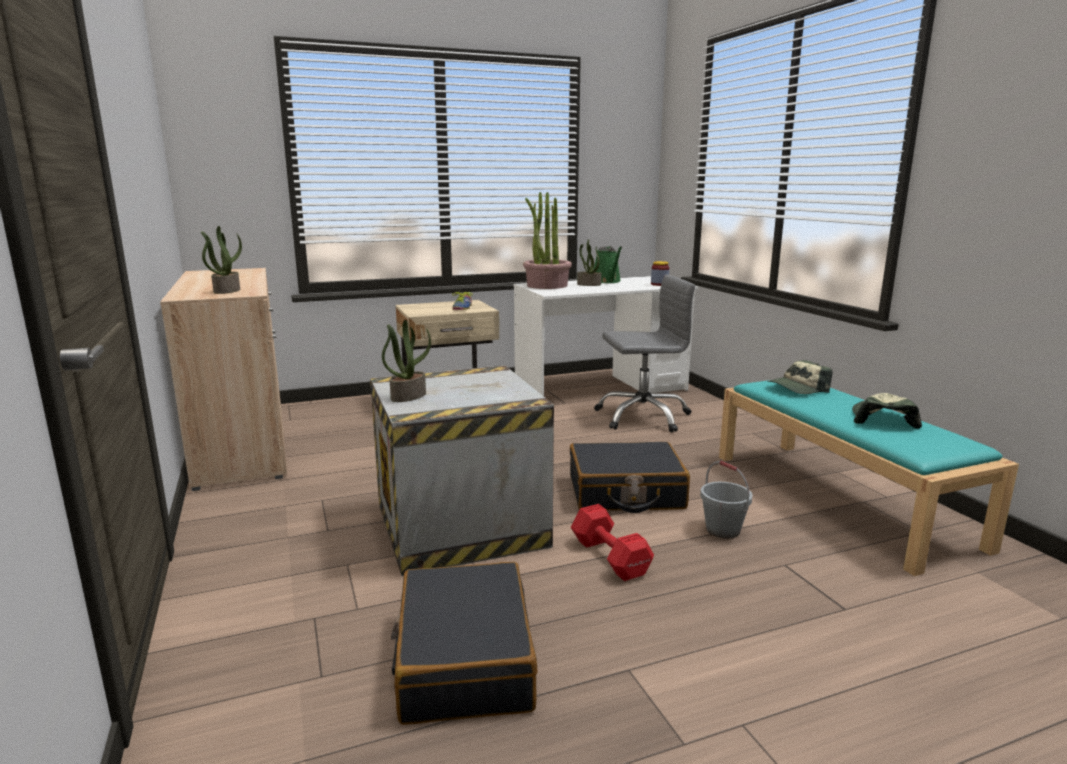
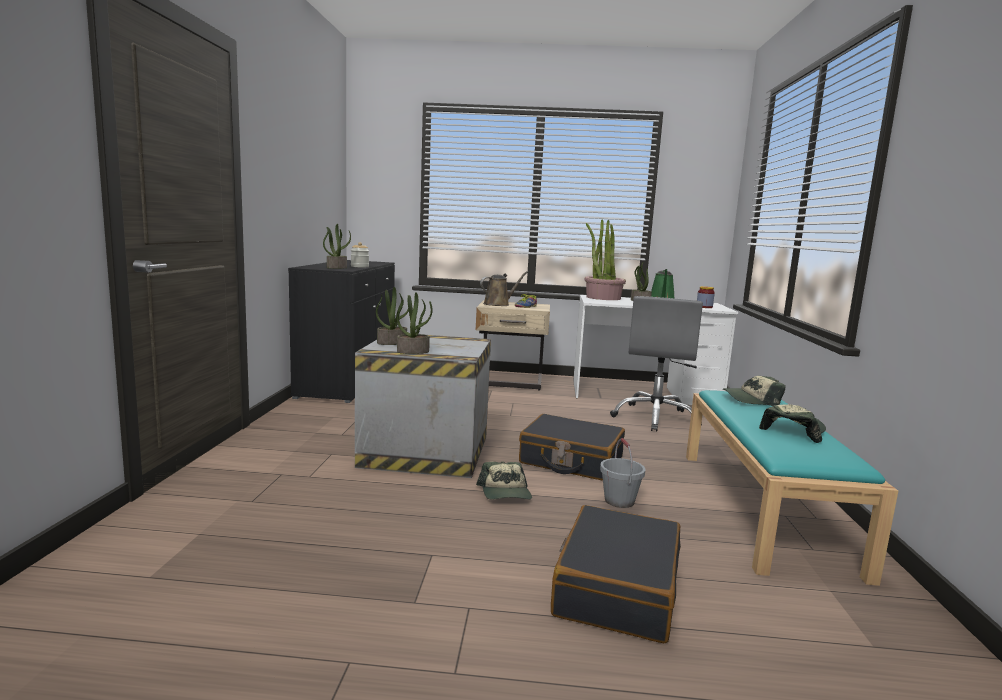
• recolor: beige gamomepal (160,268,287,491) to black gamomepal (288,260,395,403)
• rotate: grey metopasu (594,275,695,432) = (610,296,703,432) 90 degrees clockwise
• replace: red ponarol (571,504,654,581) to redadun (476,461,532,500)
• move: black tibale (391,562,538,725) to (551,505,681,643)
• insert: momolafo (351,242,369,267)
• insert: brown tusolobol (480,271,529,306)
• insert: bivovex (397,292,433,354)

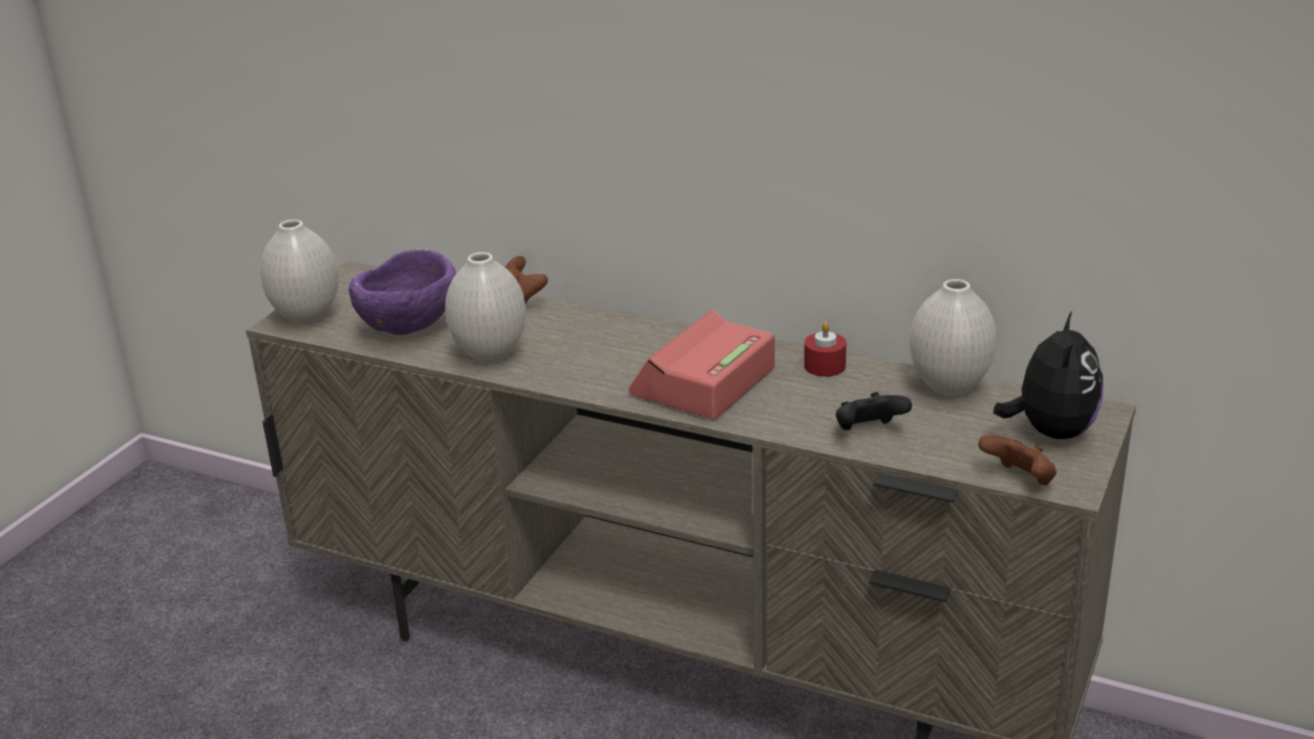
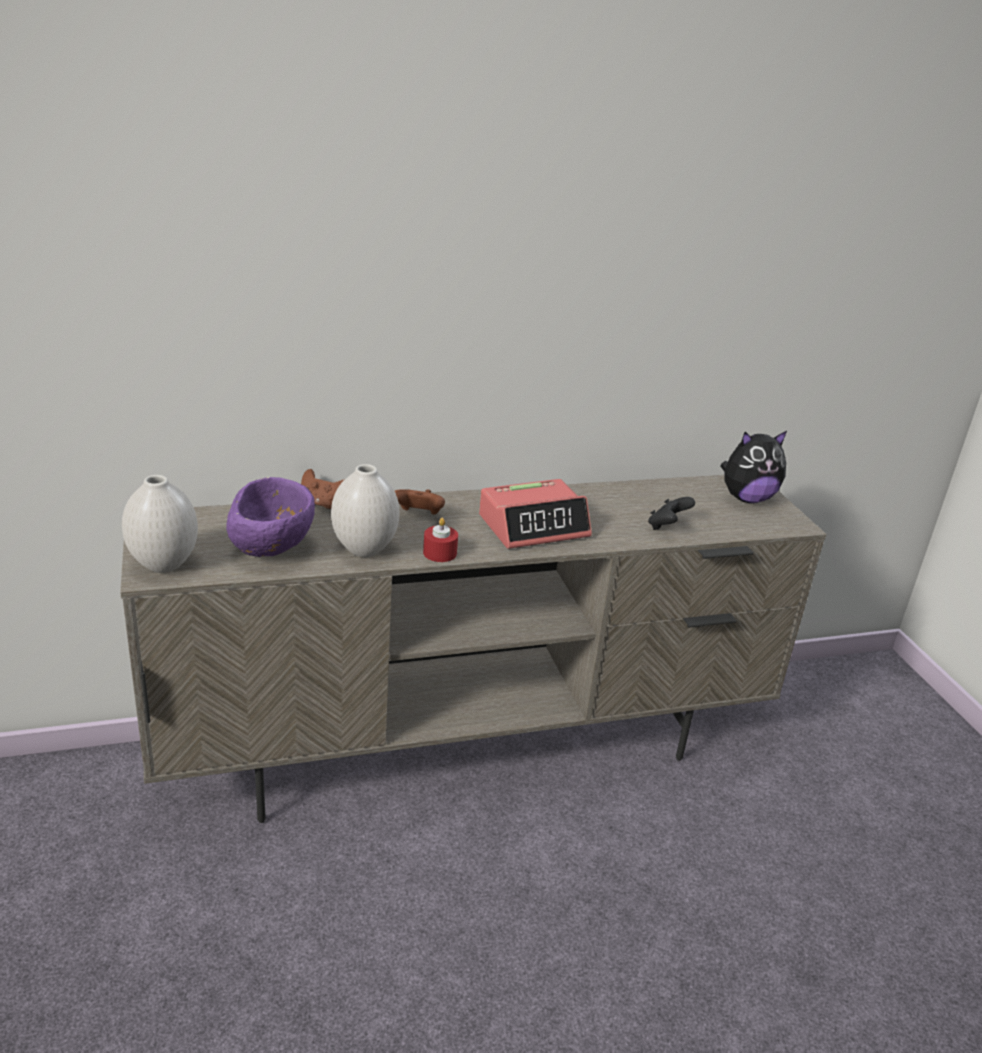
• delete: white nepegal (909,279,997,396)
• rotate: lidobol (629,309,775,419) = (479,479,592,549) 105 degrees counterclockwise
• rotate: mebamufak (993,311,1103,439) = (721,431,787,503) 105 degrees clockwise
• move: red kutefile (804,322,846,377) to (423,518,458,562)
• move: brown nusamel (978,434,1057,485) to (394,489,445,514)

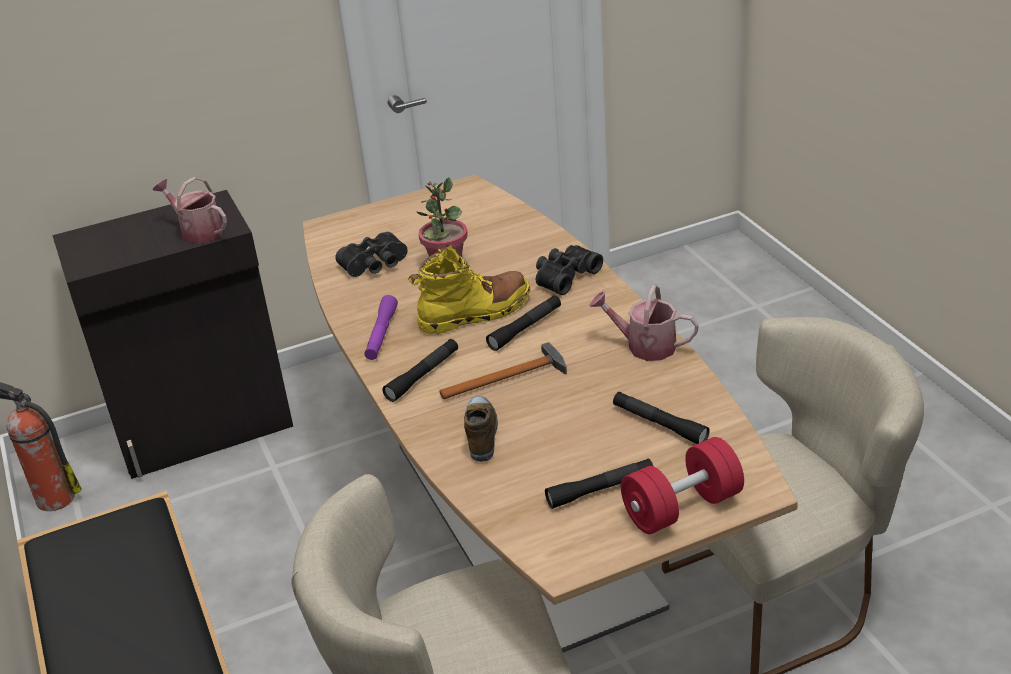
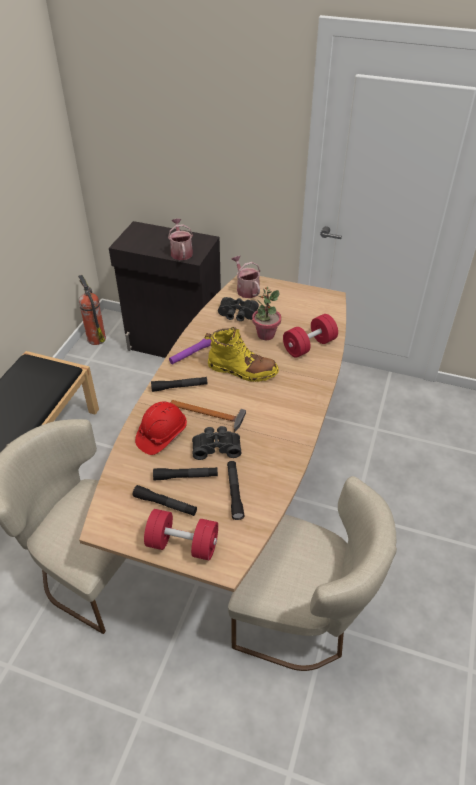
• move: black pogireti (536,245,603,295) to (192,426,241,460)
• move: tusolobol (589,285,699,361) to (232,256,260,298)
• move: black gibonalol (486,295,561,351) to (153,468,218,481)
• replace: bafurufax (464,396,498,462) to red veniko (135,402,187,455)
• insert: red ponarol (283,314,338,358)

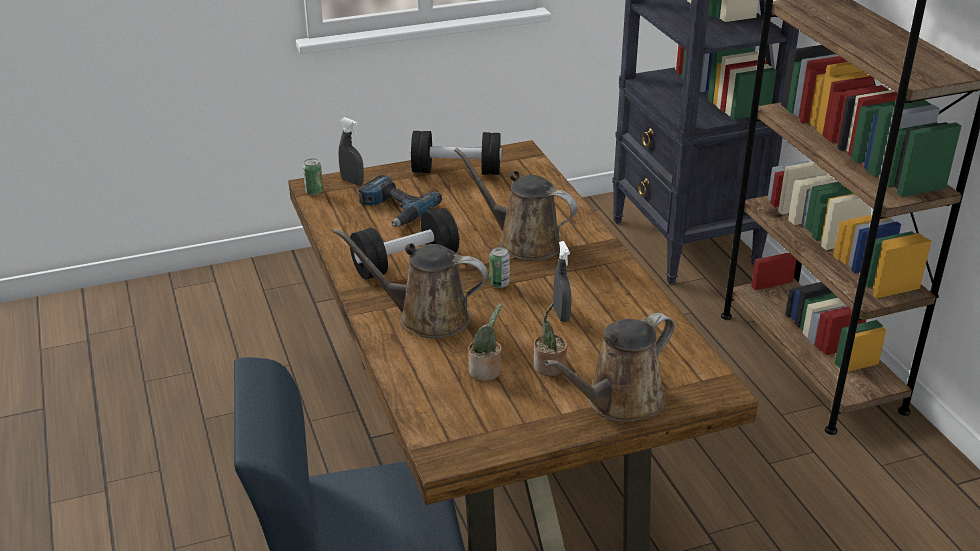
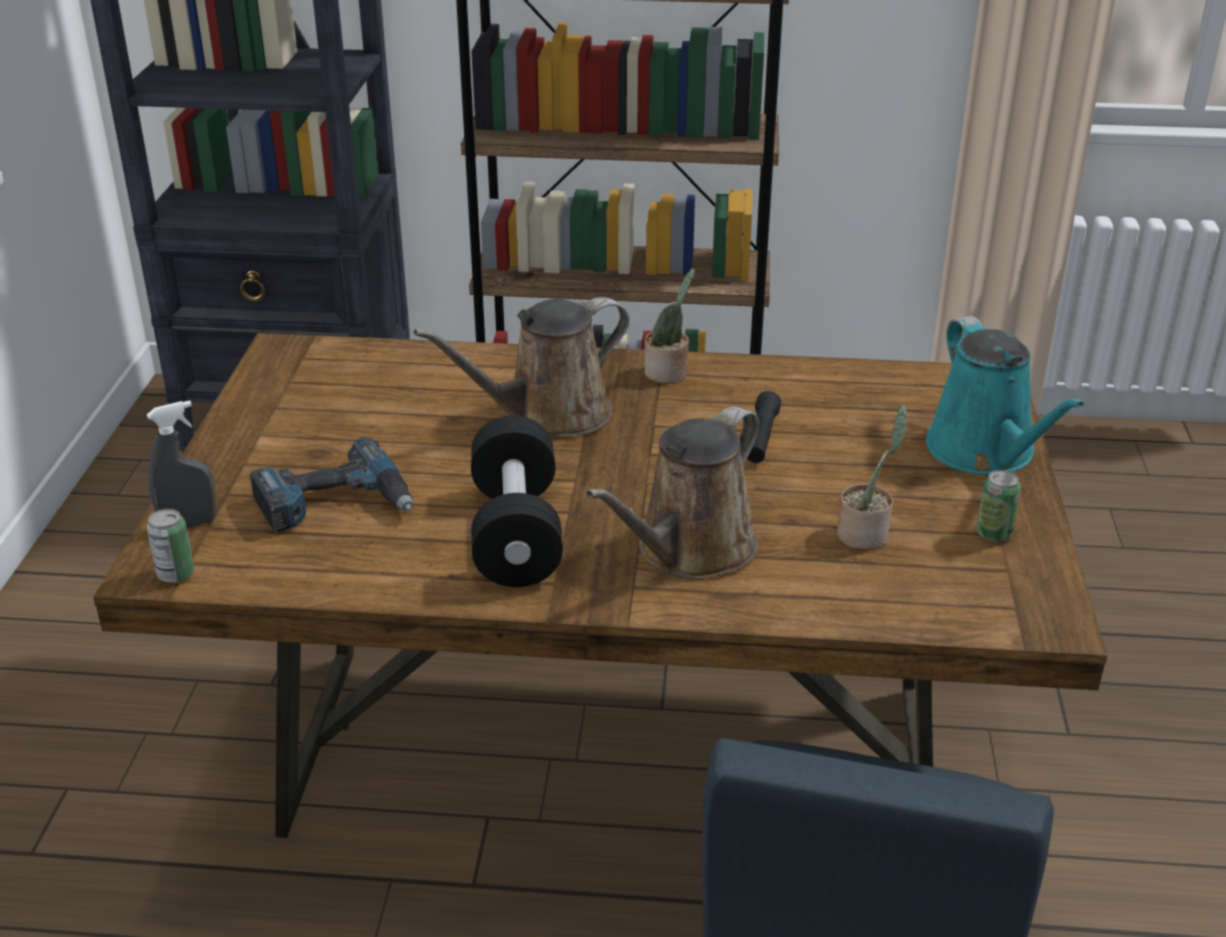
• delete: black ponarol (411,131,502,175)
• replace: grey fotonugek (553,241,572,322) to black gibonalol (747,391,781,463)
• move: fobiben (489,247,510,288) to (976,470,1021,542)
• move: bivovex (534,303,567,376) to (644,268,695,384)
• recolor: brown tusolobol (545,313,675,422) to turquoise tusolobol (926,316,1085,475)

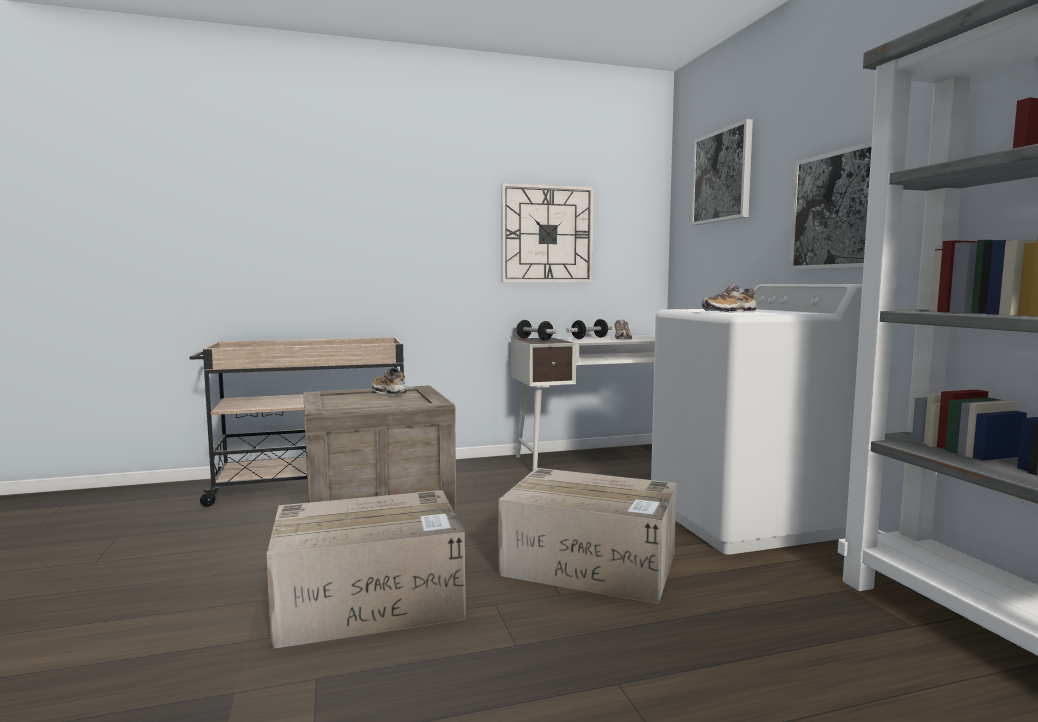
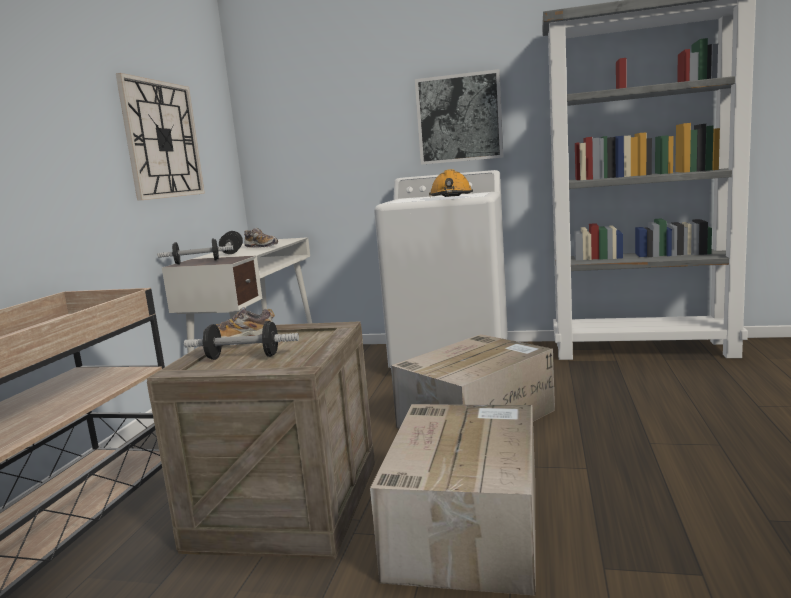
• delete: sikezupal (691,119,753,225)
• replace: bafurufax (702,284,757,313) to orange veniko (429,169,473,197)
• insert: ponarol (184,321,299,360)

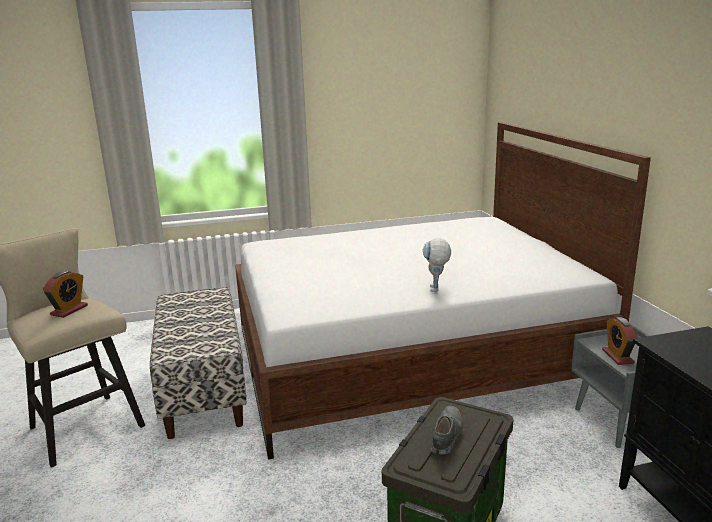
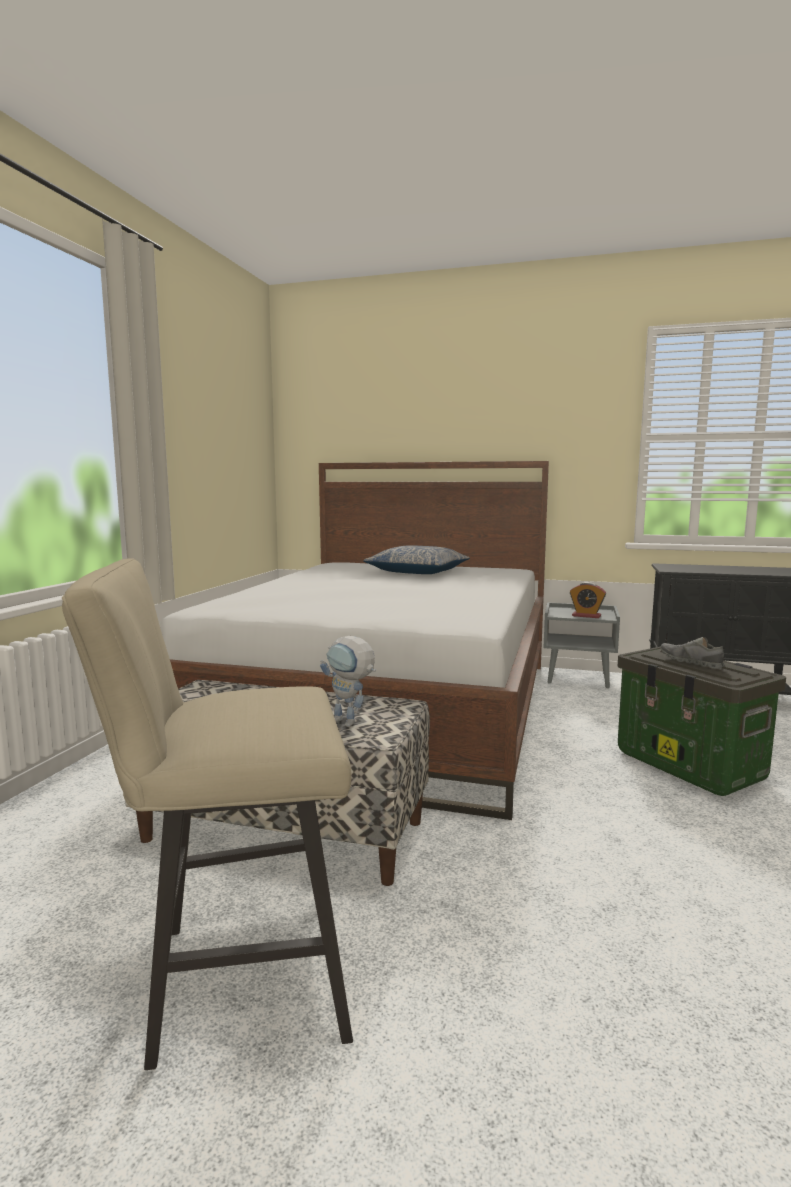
• move: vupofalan (423,238,451,292) to (320,636,376,727)
• delete: lidobol (43,270,88,318)
• insert: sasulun (363,545,470,574)

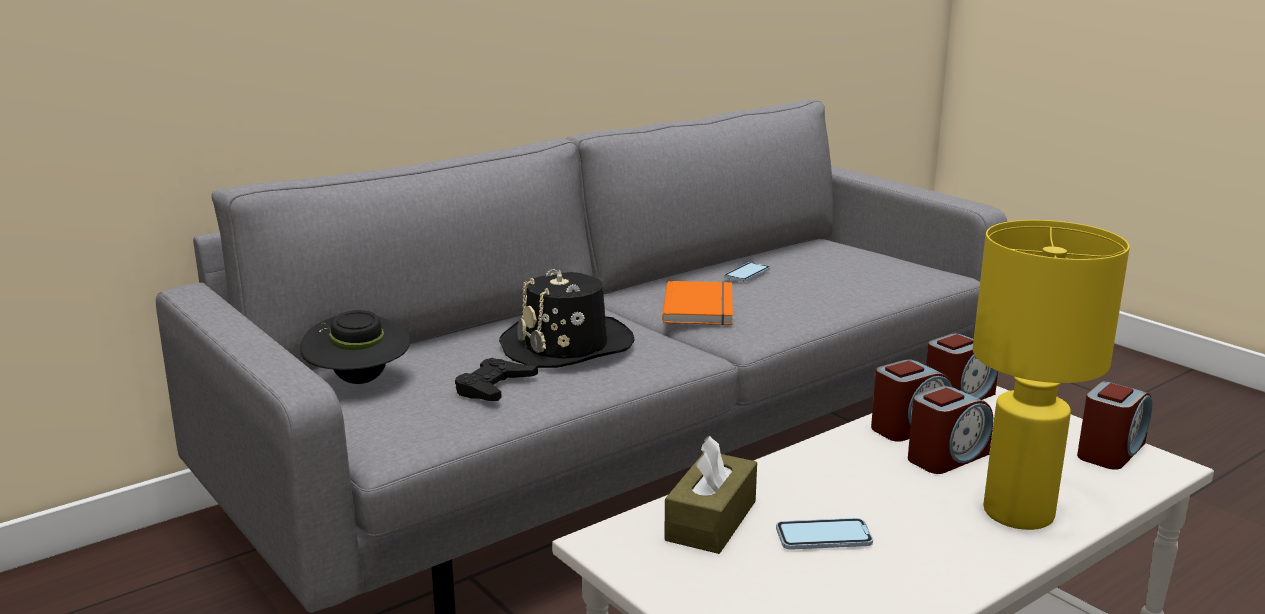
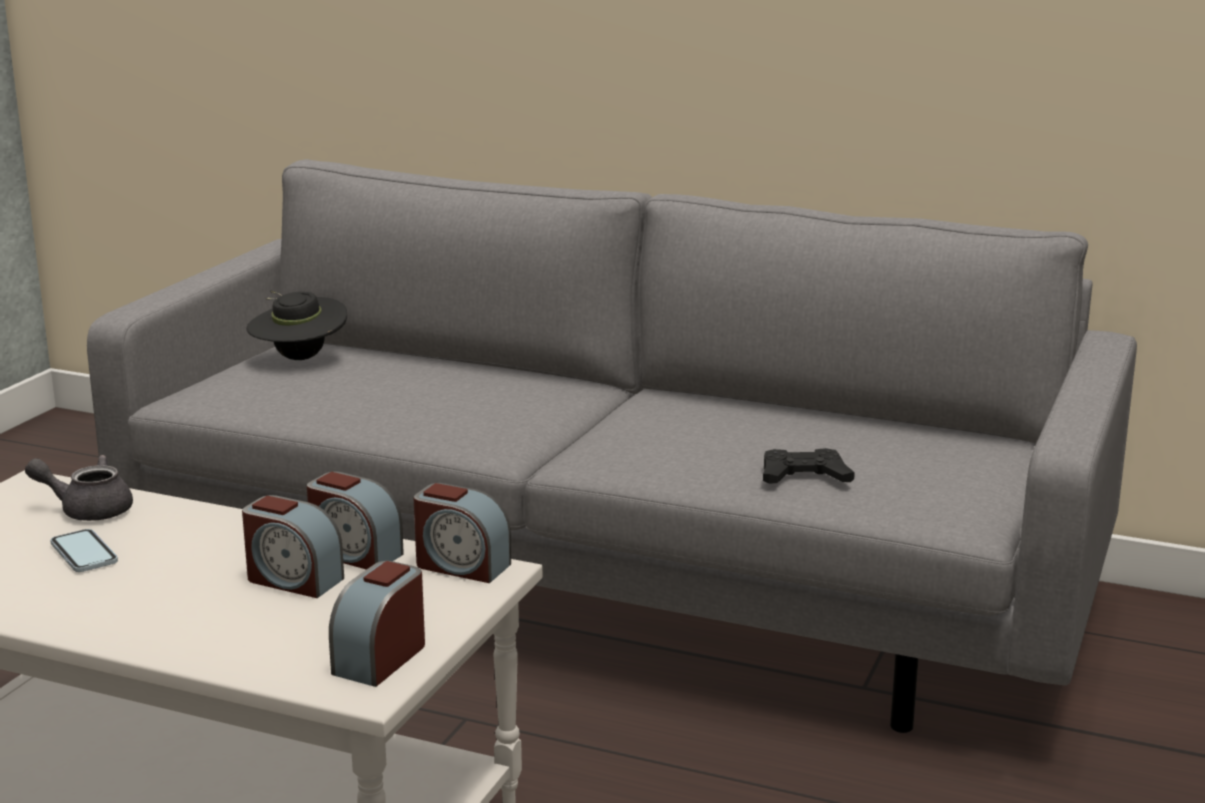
• delete: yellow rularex (973,220,1130,530)
• delete: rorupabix (724,262,770,282)
• delete: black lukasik (499,269,635,368)
• delete: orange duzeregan (662,281,733,325)
• move: black nusamel (455,358,538,401) to (763,448,855,484)
• rotate: lidobol (1077,381,1152,470) = (329,561,425,687) 105 degrees clockwise
• replace: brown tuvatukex (664,436,757,554) to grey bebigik (25,455,133,521)

